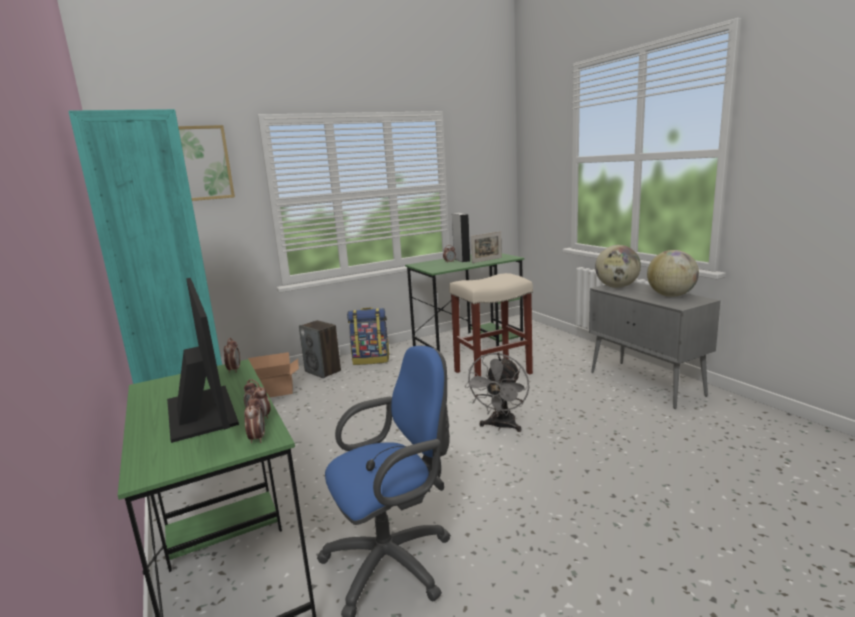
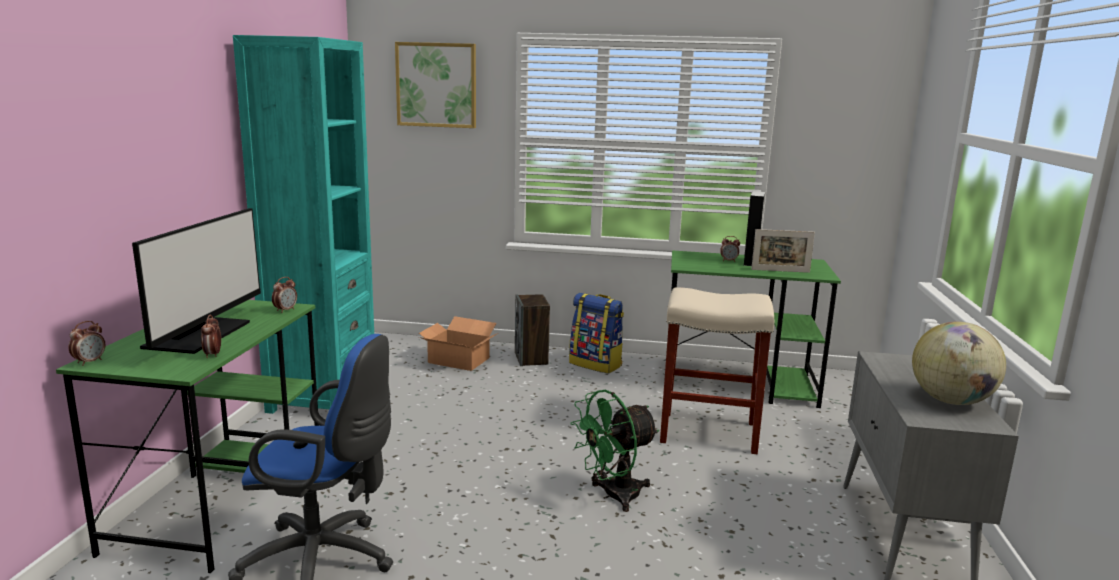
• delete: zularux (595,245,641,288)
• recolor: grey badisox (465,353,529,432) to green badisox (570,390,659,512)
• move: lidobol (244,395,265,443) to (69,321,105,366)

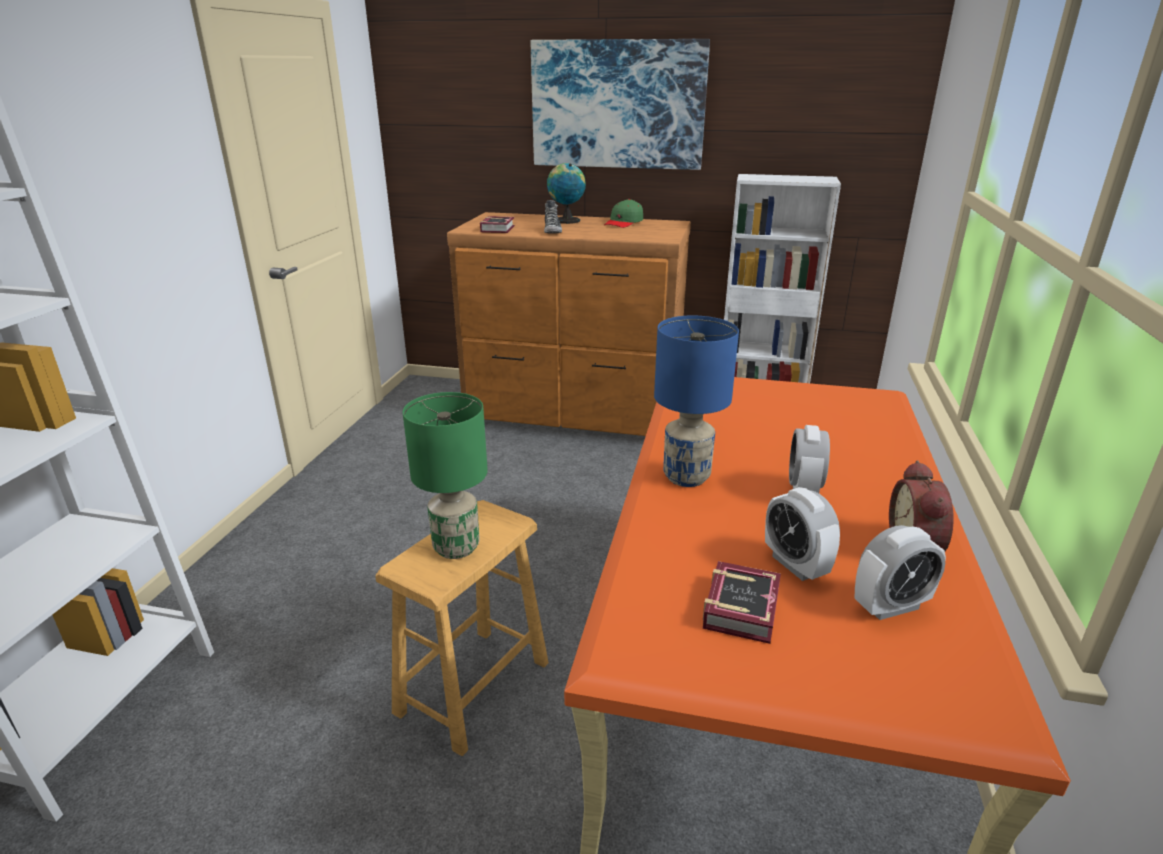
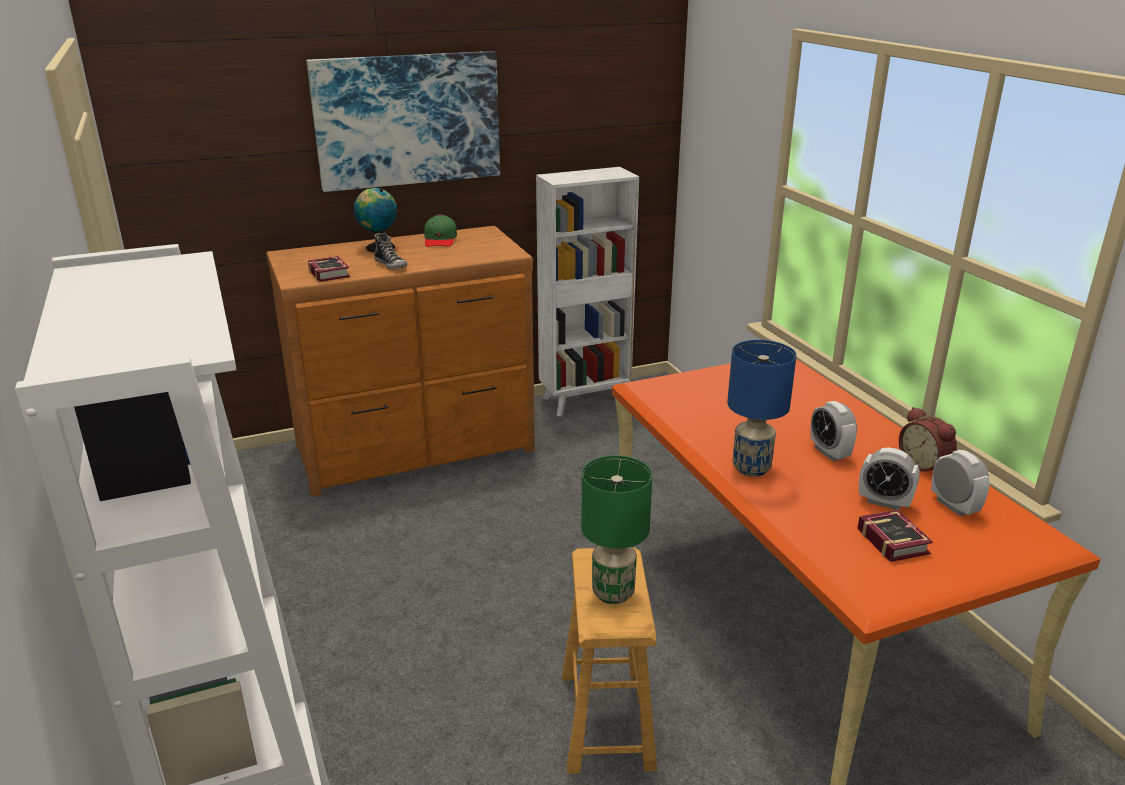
• rotate: lidobol (855,525,946,620) = (931,450,990,516) 60 degrees counterclockwise

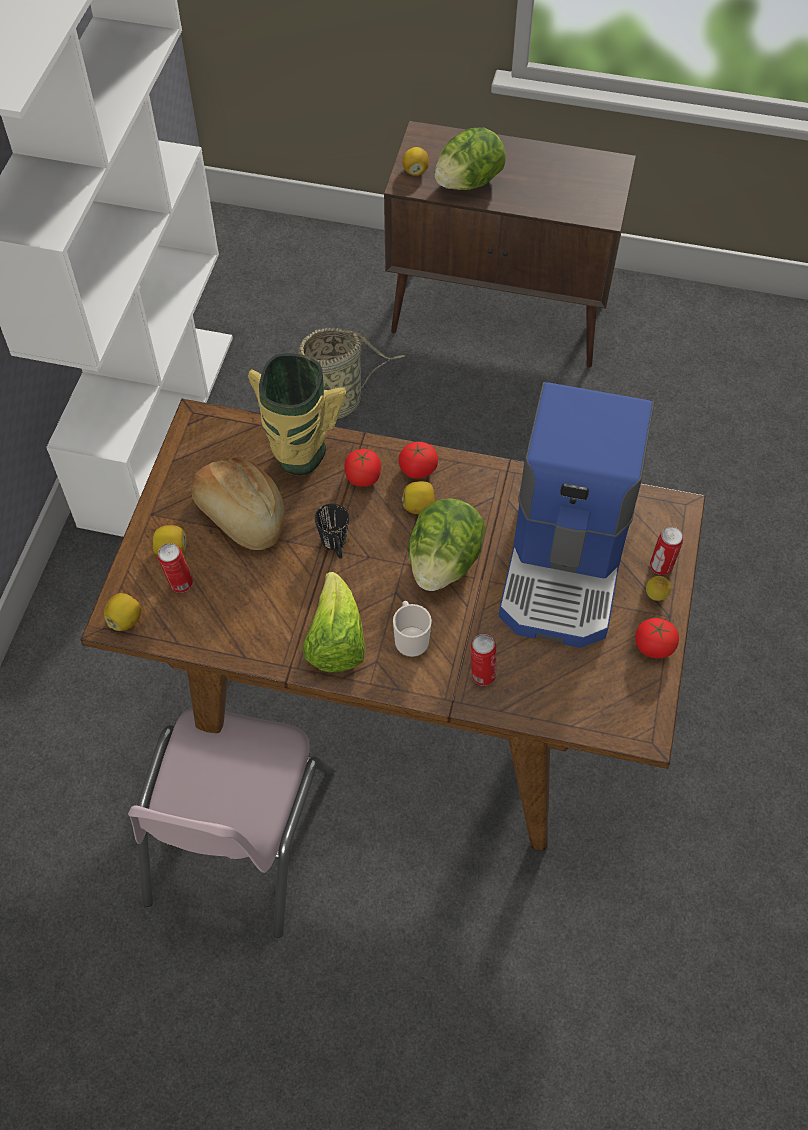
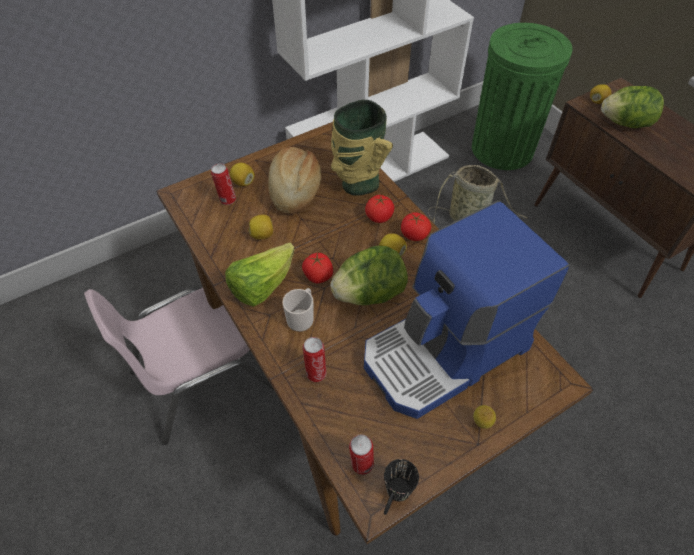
• move: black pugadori (315,504,349,559) to (384,459,419,515)
• move: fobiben (650,527,683,575) to (349,434,374,475)
• move: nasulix (104,593,141,631) to (249,214,273,240)
• move: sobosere (635,618,679,658) to (302,252,333,283)
• insert: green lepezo (472,23,573,170)

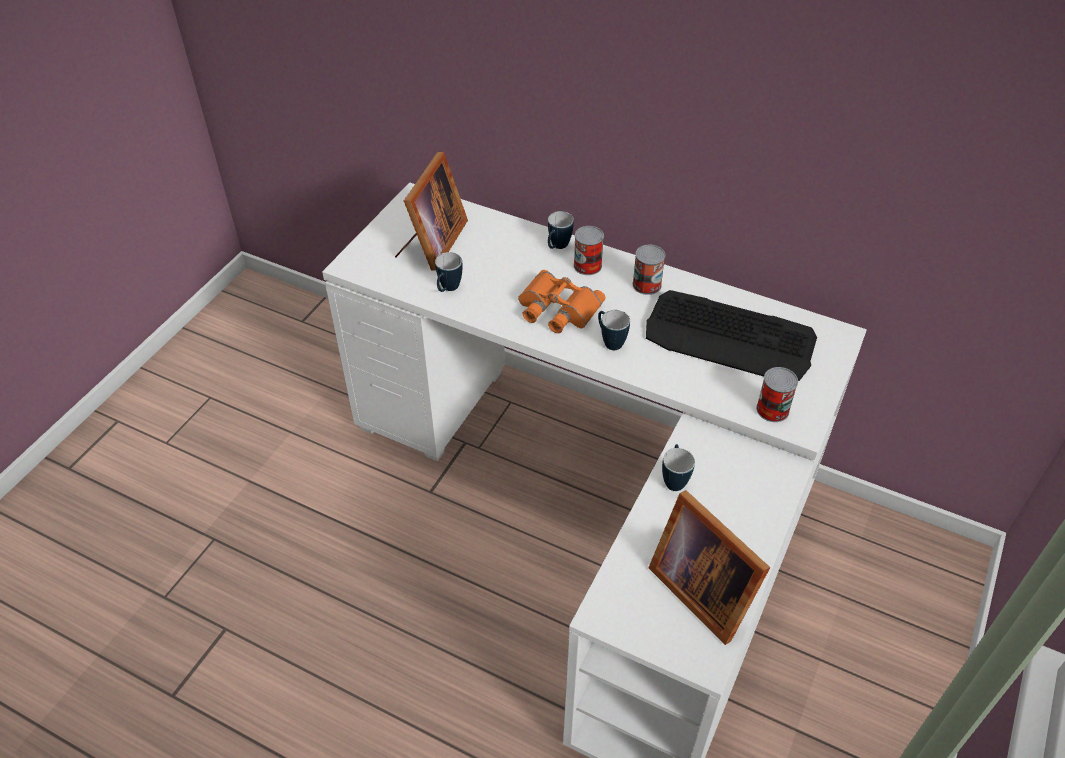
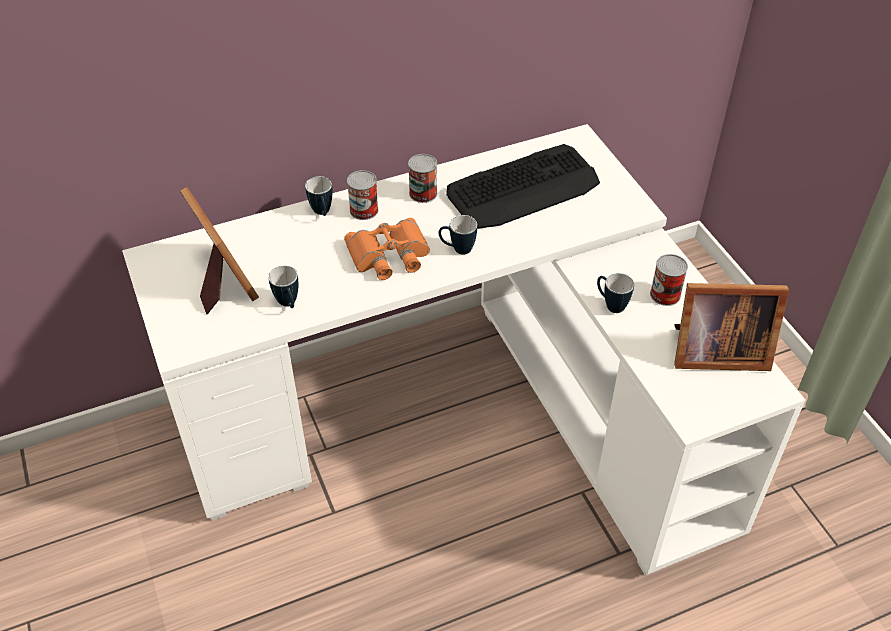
• move: fobiben (756,367,798,422) to (650,254,688,306)

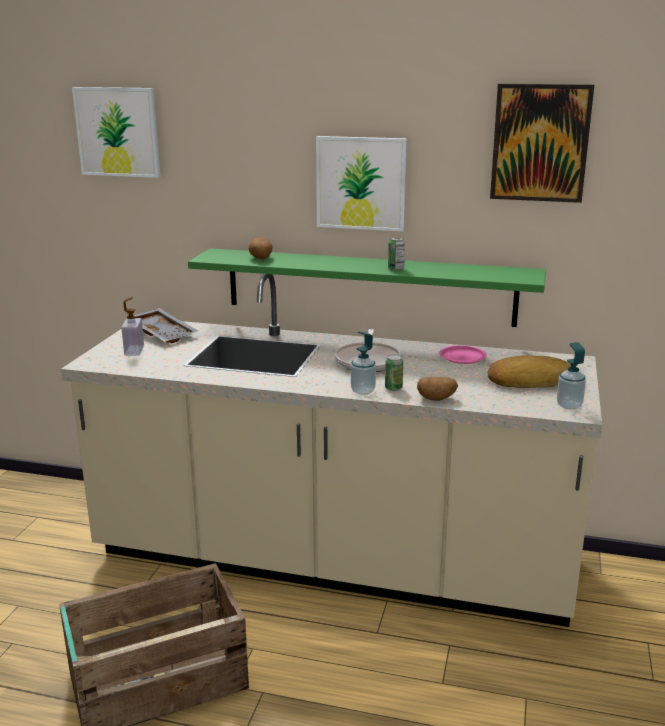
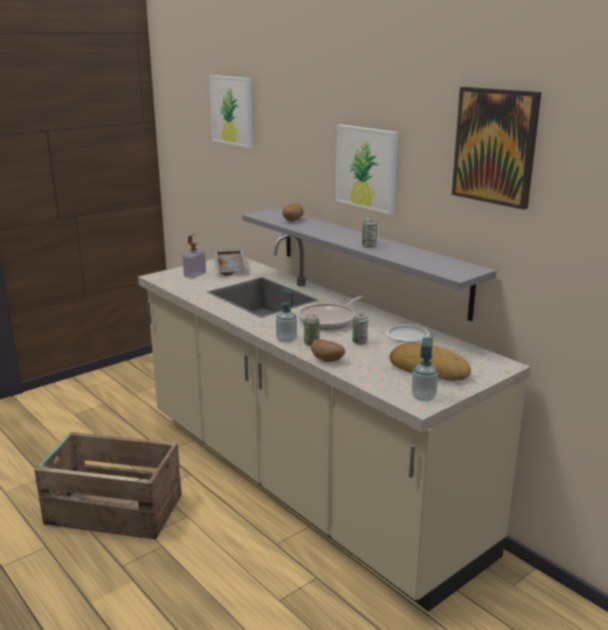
• recolor: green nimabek (188,248,546,327) to grey nimabek (242,208,496,321)
• recolor: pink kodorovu (439,345,487,364) to white kodorovu (386,325,430,343)
• insert: fobiben (352,314,368,345)

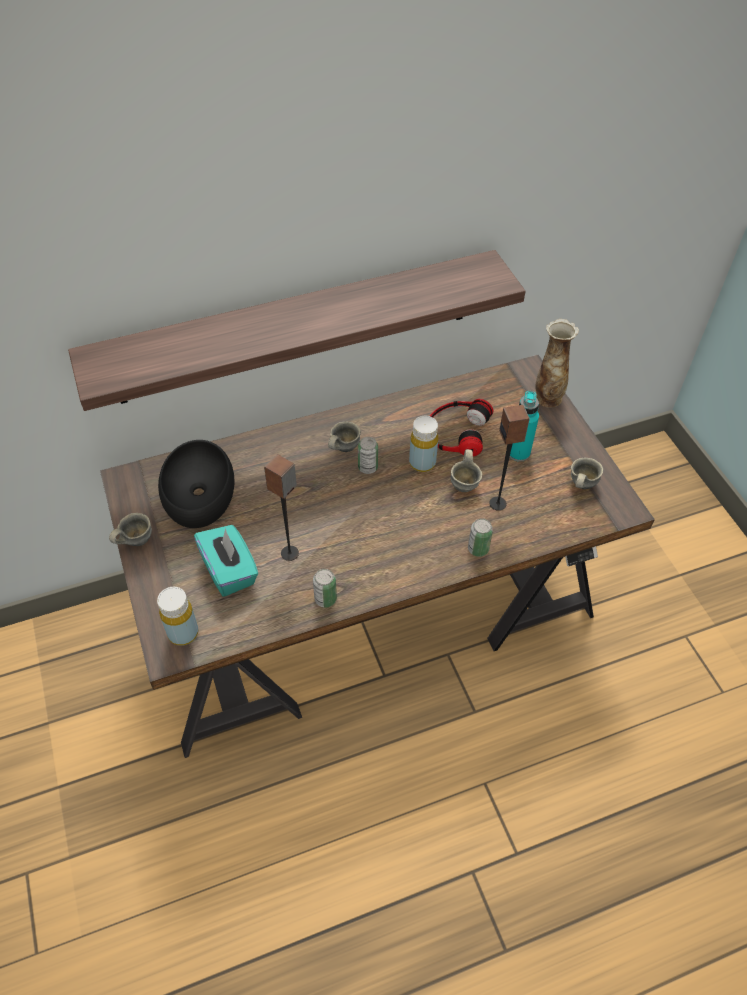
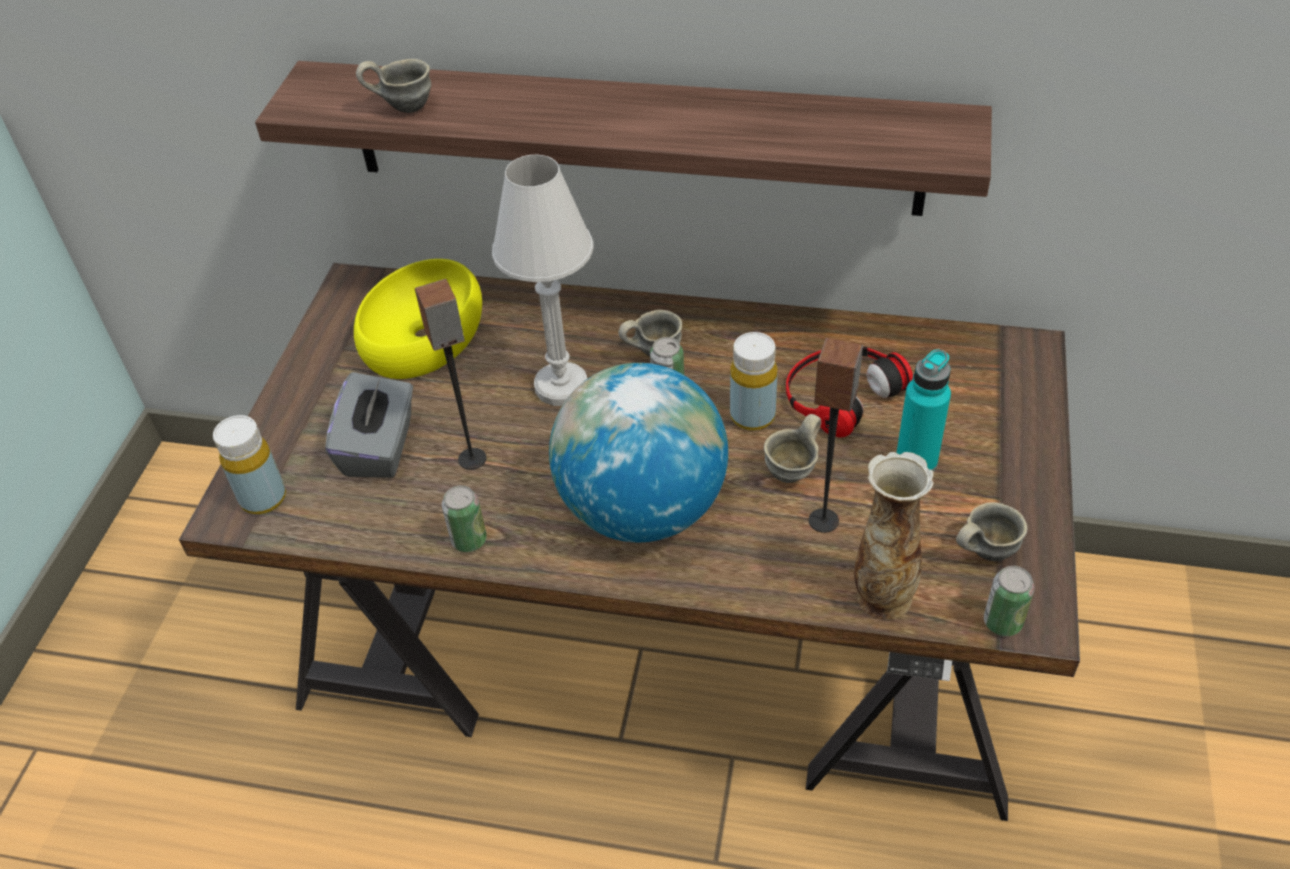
• move: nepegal (536,319,579,408) to (854,452,934,620)
• recolor: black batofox (158,440,235,528) to yellow batofox (354,259,482,379)
• move: grey pugadori (109,513,152,546) to (356,59,431,113)
• move: fobiben (468,518,493,557) to (984,566,1035,636)
• recolor: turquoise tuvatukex (194,525,258,596) to grey tuvatukex (325,372,413,478)
• insert: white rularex (492,155,593,406)
• insert: zularux (549,363,728,542)

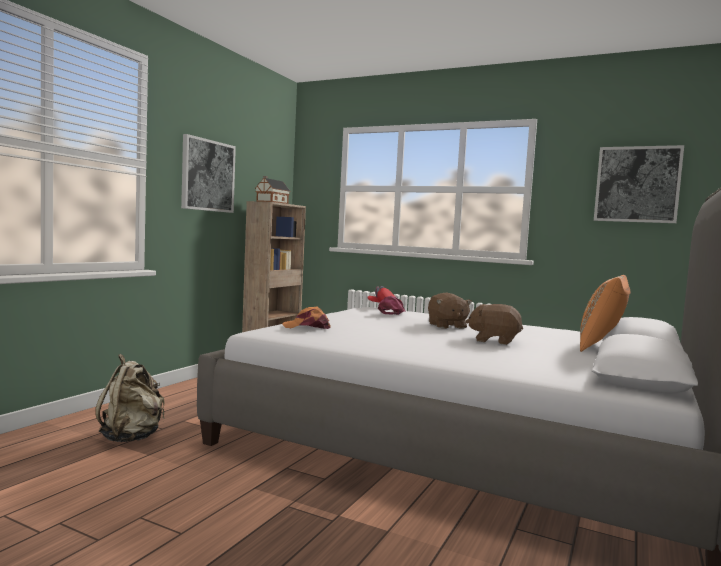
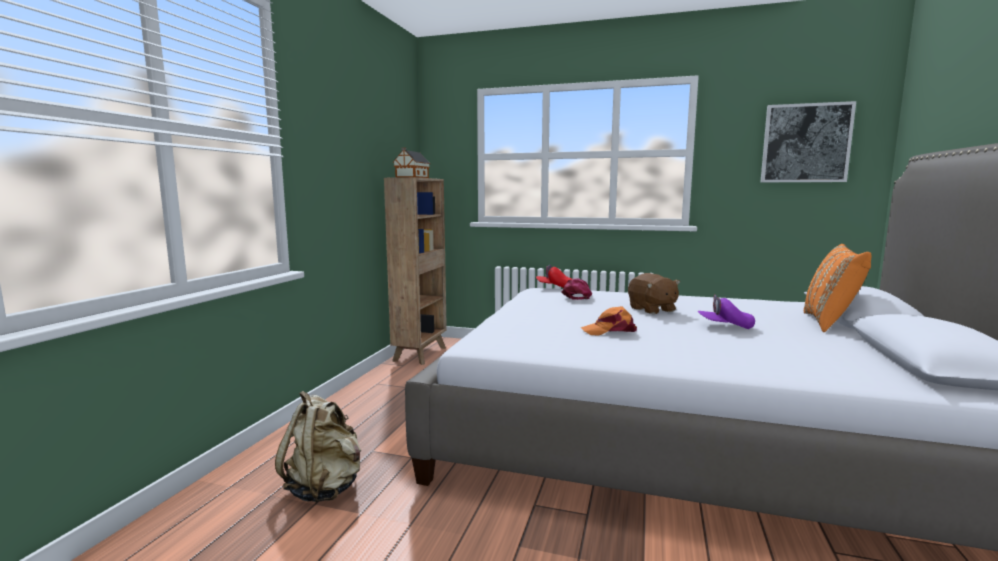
• delete: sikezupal (181,134,236,213)
• replace: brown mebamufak (466,304,523,345) to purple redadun (698,295,755,329)
• move: orange redadun (282,306,331,329) to (581,306,637,336)

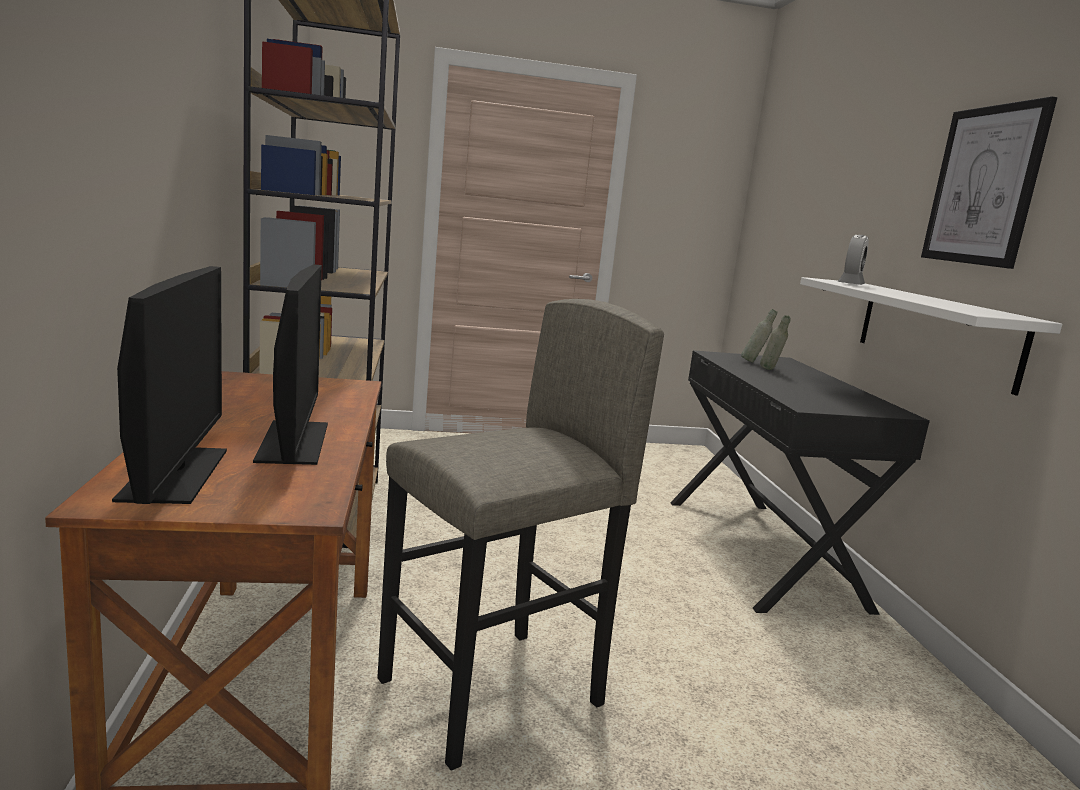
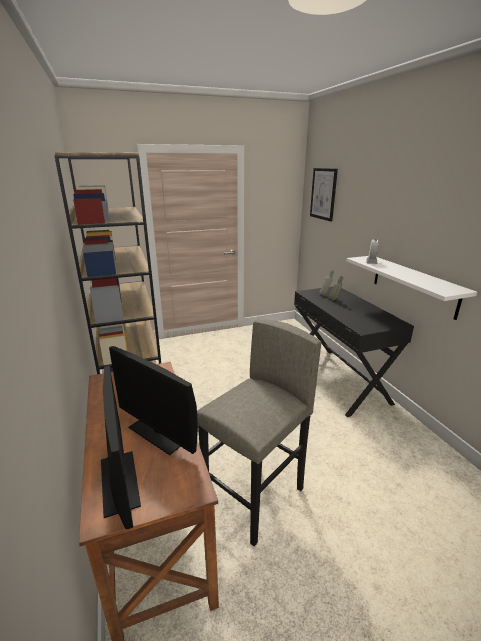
• move: sikezupal (921,96,1057,269) to (310,168,338,222)
• rotate: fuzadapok (253,265,328,465) = (109,346,198,455) 150 degrees clockwise

